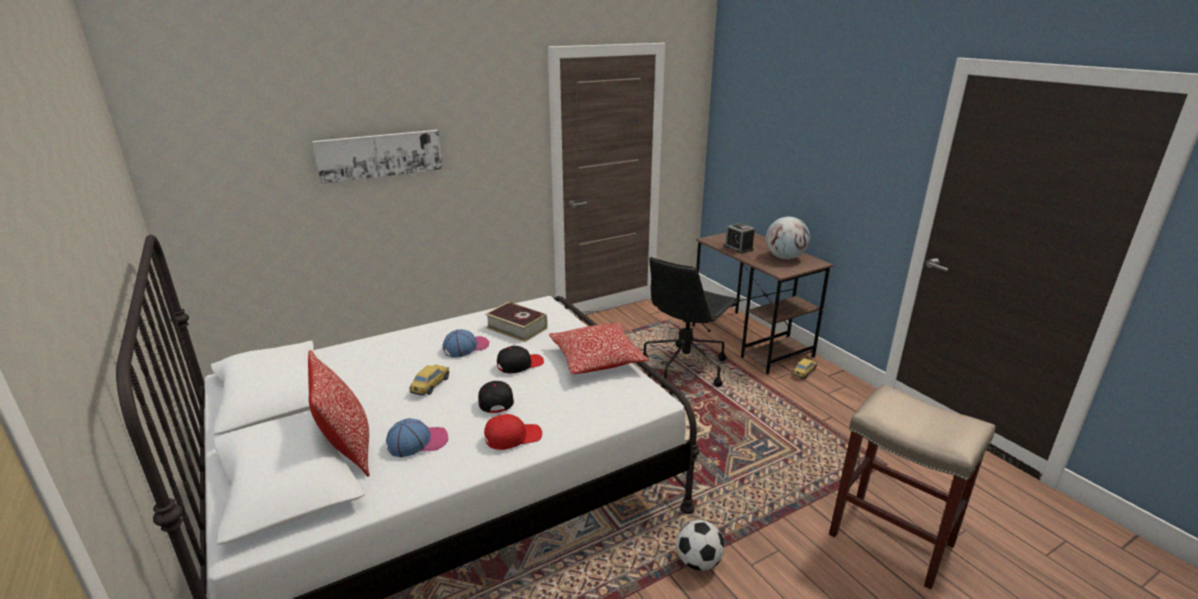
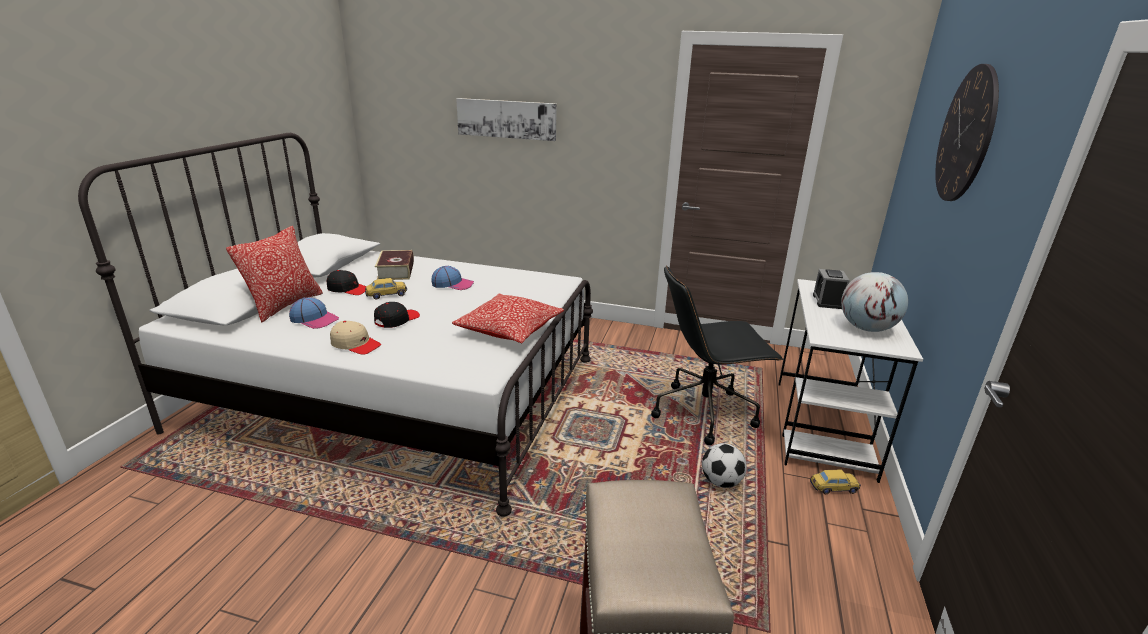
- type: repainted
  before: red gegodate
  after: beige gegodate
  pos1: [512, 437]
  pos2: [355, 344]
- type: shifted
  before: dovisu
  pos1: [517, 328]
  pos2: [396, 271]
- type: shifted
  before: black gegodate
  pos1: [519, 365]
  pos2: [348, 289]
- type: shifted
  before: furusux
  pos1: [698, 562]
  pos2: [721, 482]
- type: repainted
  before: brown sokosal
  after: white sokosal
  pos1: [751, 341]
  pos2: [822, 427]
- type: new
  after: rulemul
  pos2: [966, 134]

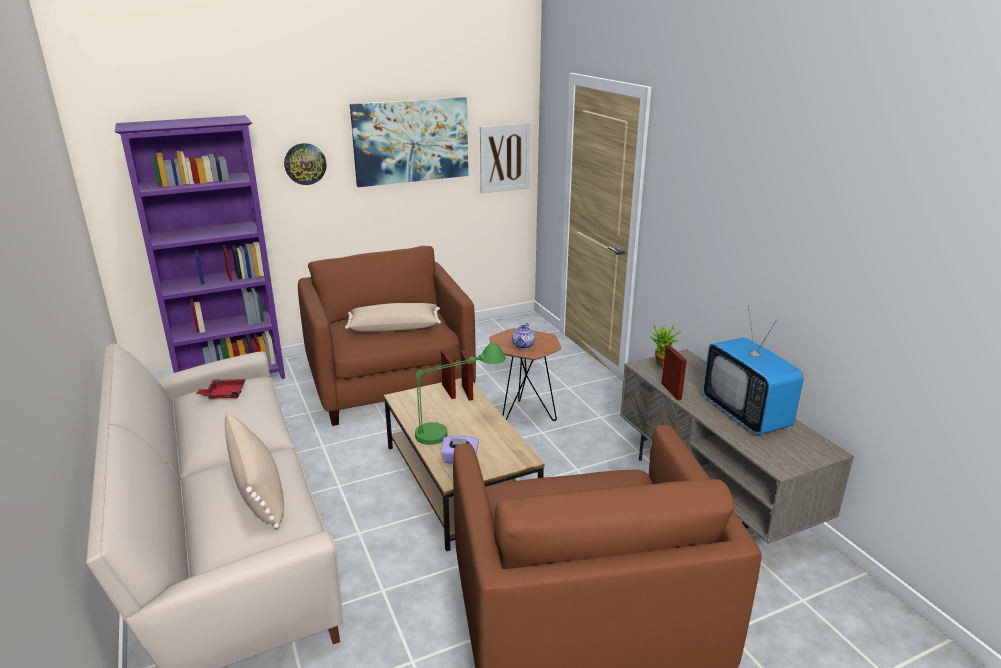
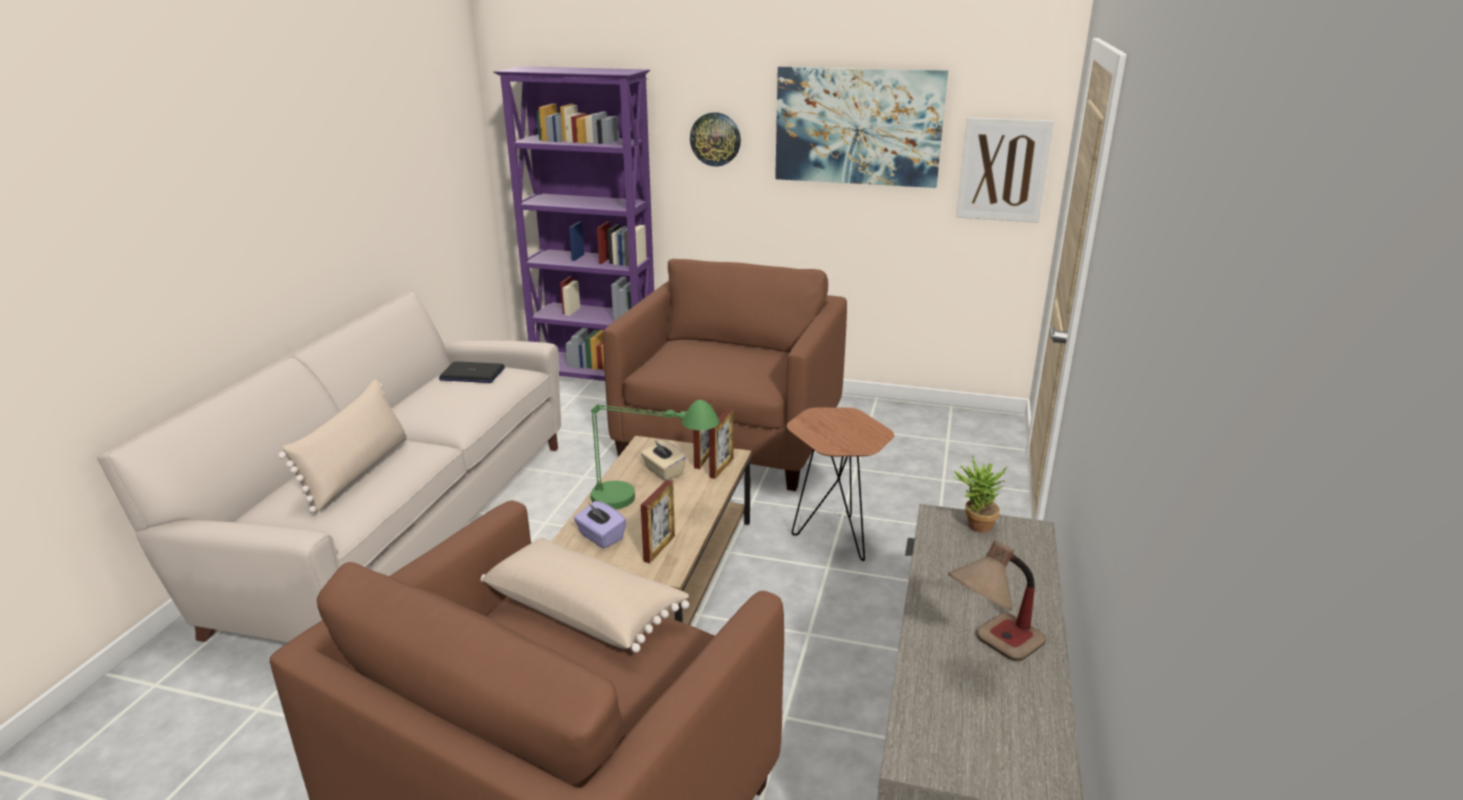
- type: swapped
  before: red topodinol
  after: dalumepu
  pos1: [224, 394]
  pos2: [472, 374]
- type: shifted
  before: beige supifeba
  pos1: [394, 327]
  pos2: [585, 609]
- type: gone
  before: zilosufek
  pos1: [524, 345]
- type: shifted
  before: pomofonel
  pos1: [671, 391]
  pos2: [659, 548]
- type: swapped
  before: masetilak
  after: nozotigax
  pos1: [745, 414]
  pos2: [991, 653]
- type: new
  after: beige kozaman
  pos2: [663, 471]

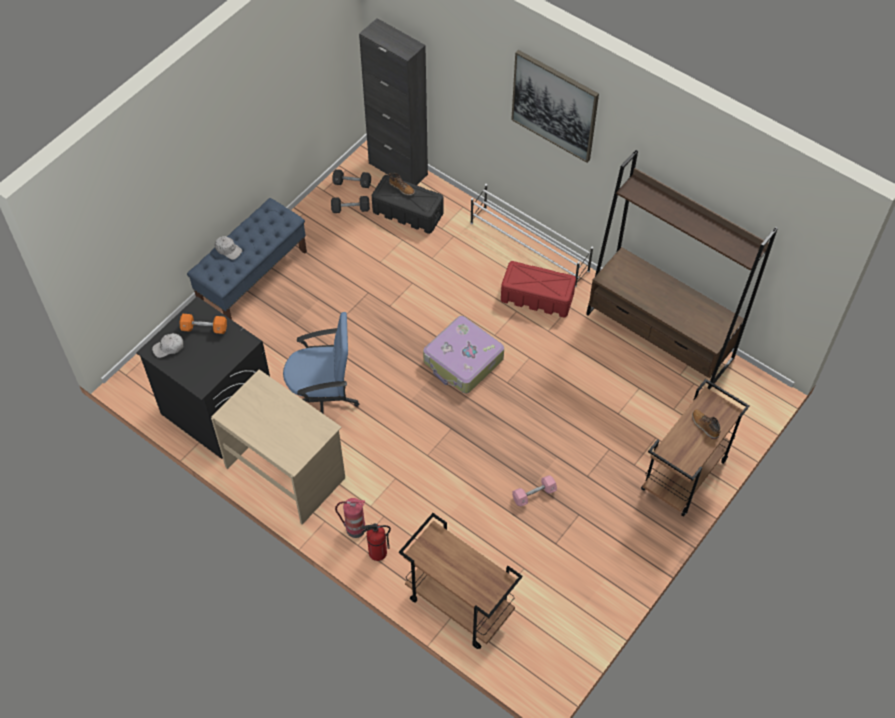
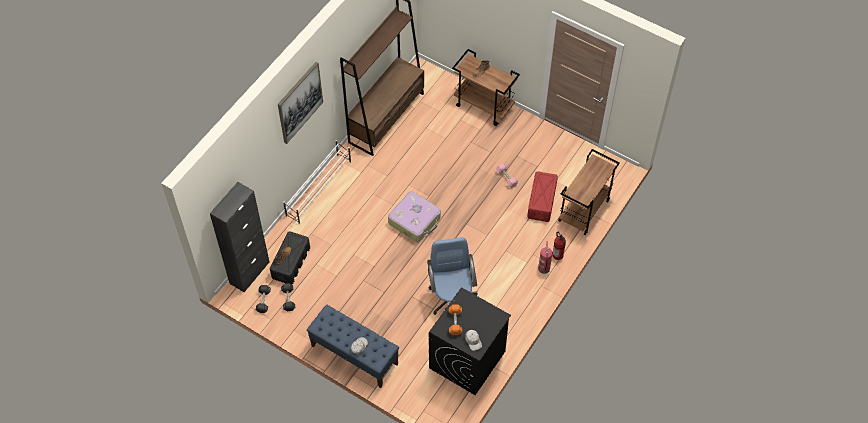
- type: gone
  before: beige sokosal
  pos1: [286, 472]
- type: shifted
  before: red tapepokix
  pos1: [536, 297]
  pos2: [541, 202]

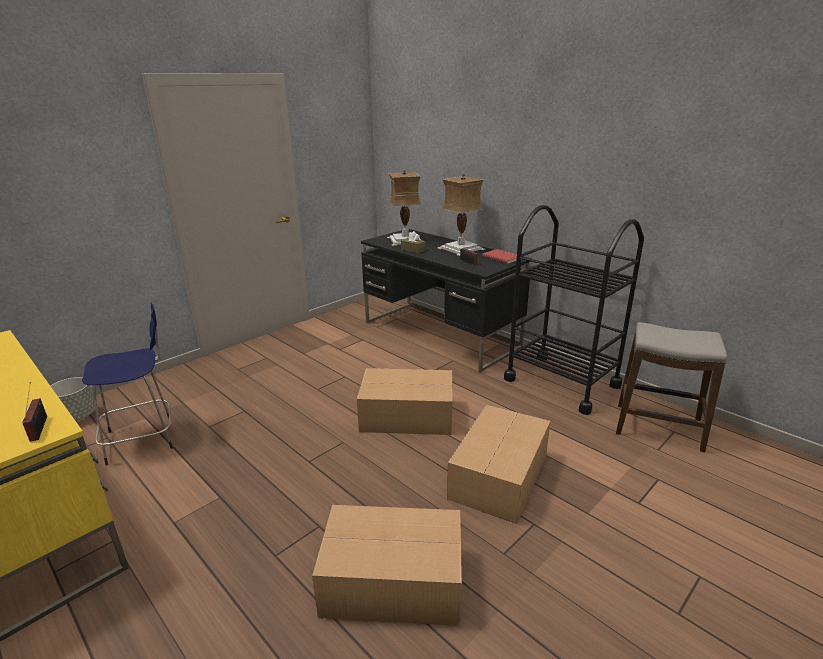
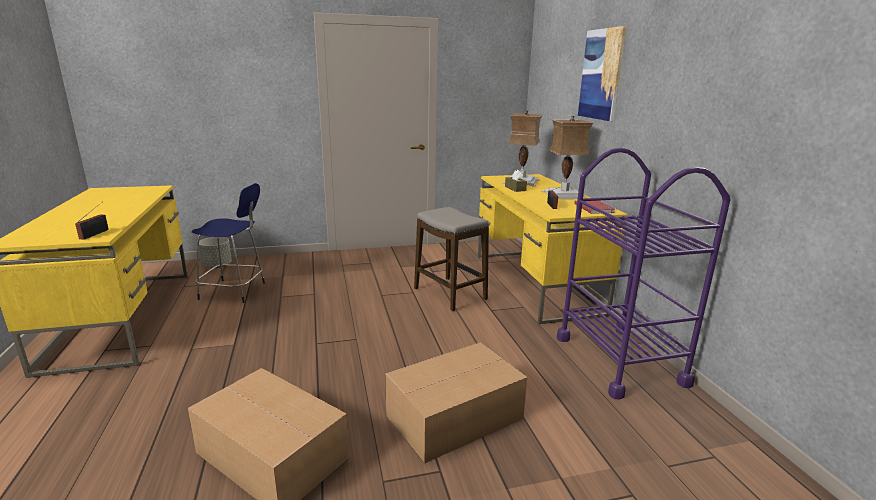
- type: gone
  before: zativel
  pos1: [408, 416]
- type: repainted
  before: black sokosal
  after: yellow sokosal
  pos1: [440, 335]
  pos2: [535, 283]
- type: repainted
  before: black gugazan
  after: purple gugazan
  pos1: [561, 382]
  pos2: [619, 360]
- type: shifted
  before: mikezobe
  pos1: [658, 428]
  pos2: [449, 294]
- type: new
  after: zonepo
  pos2: [601, 74]

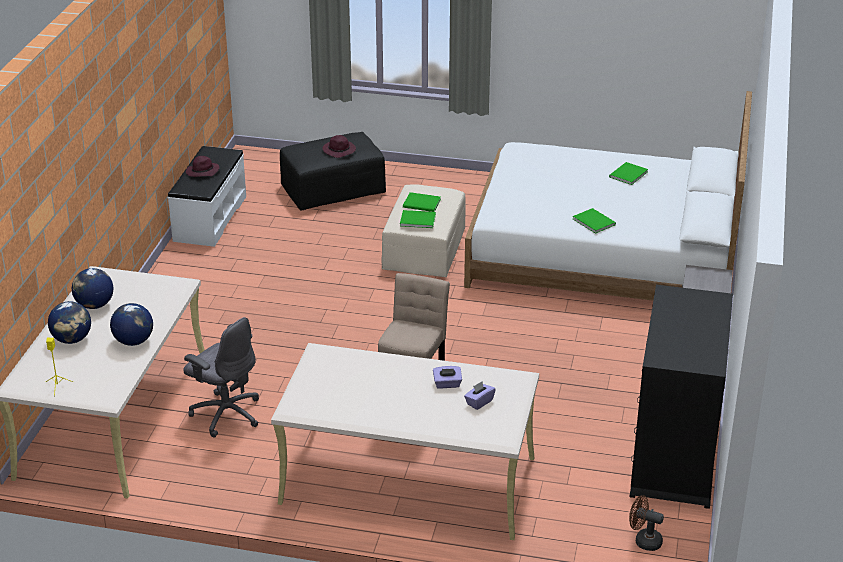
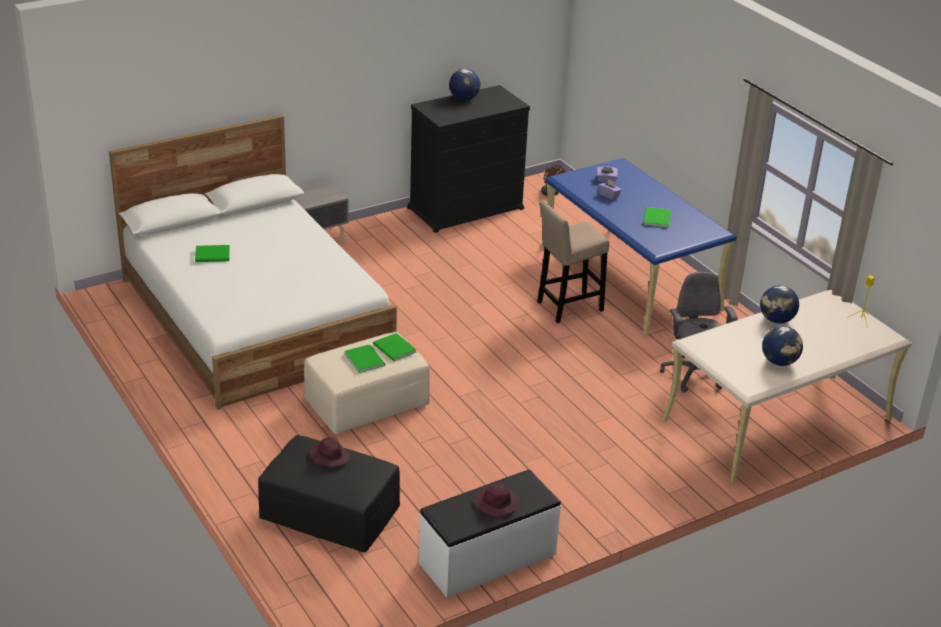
- type: shifted
  before: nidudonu
  pos1: [72, 339]
  pos2: [464, 99]
- type: repainted
  before: beige sokosal
  after: blue sokosal
  pos1: [407, 480]
  pos2: [630, 278]
- type: shifted
  before: green dovisu
  pos1: [594, 221]
  pos2: [655, 219]

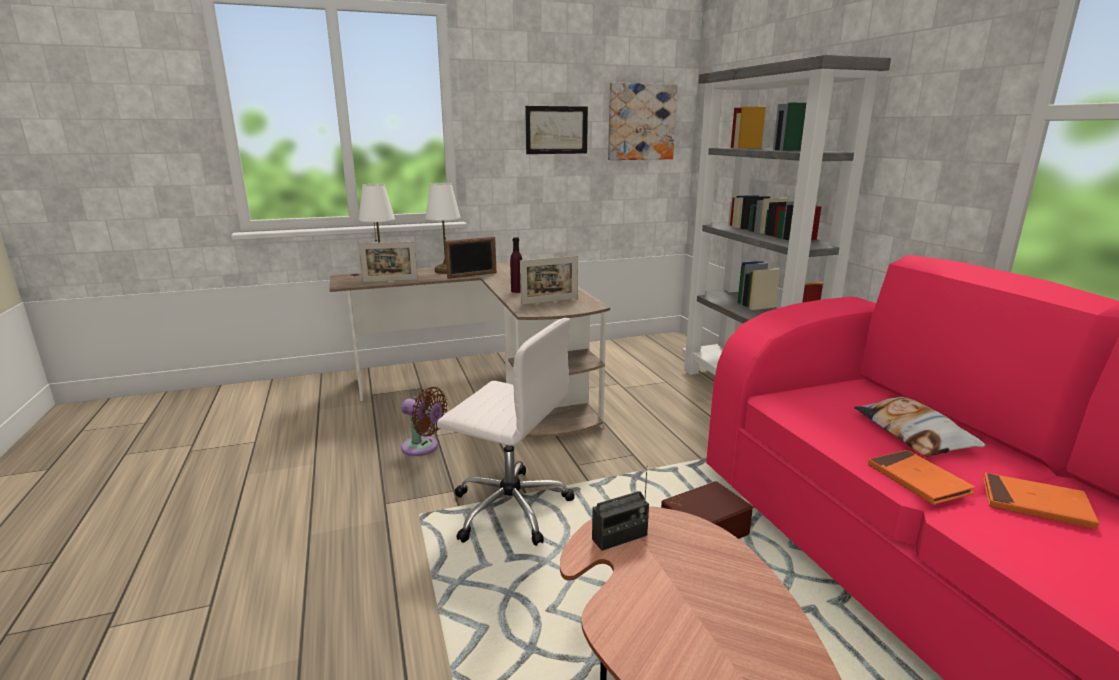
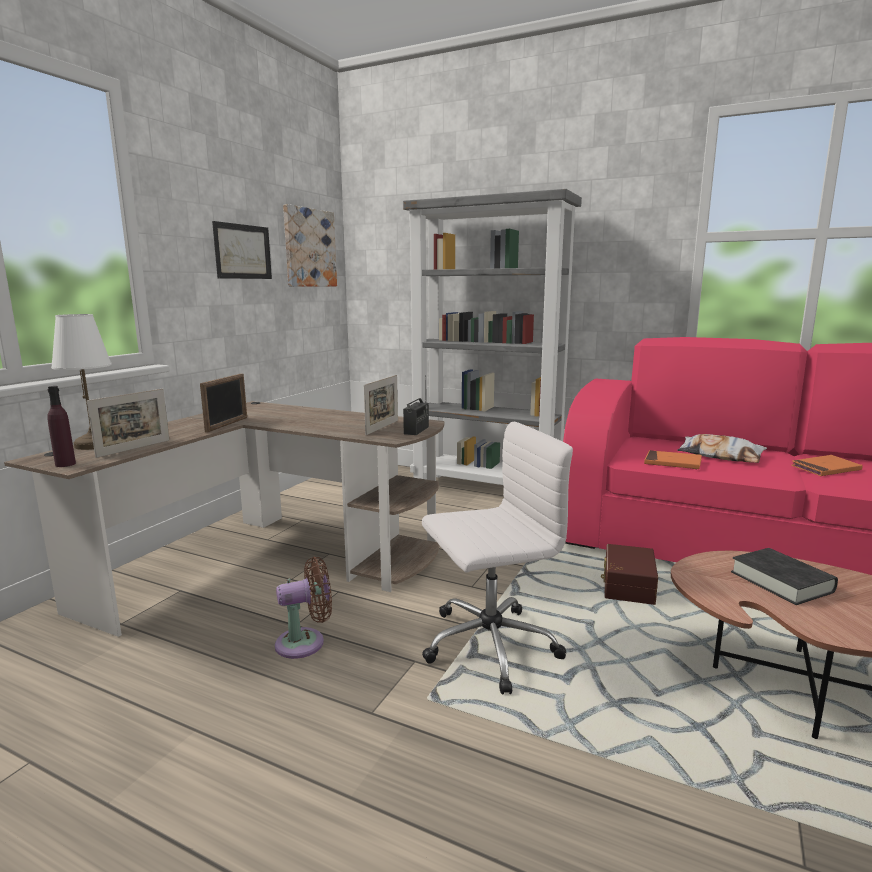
- type: gone
  before: white nozotigax
  pos1: [445, 271]
- type: shifted
  before: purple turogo
  pos1: [517, 291]
  pos2: [65, 464]
- type: shifted
  before: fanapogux
  pos1: [619, 537]
  pos2: [416, 430]
- type: shifted
  before: orange dovisu
  pos1: [918, 480]
  pos2: [672, 463]
- type: new
  after: black dovisu
  pos2: [781, 582]

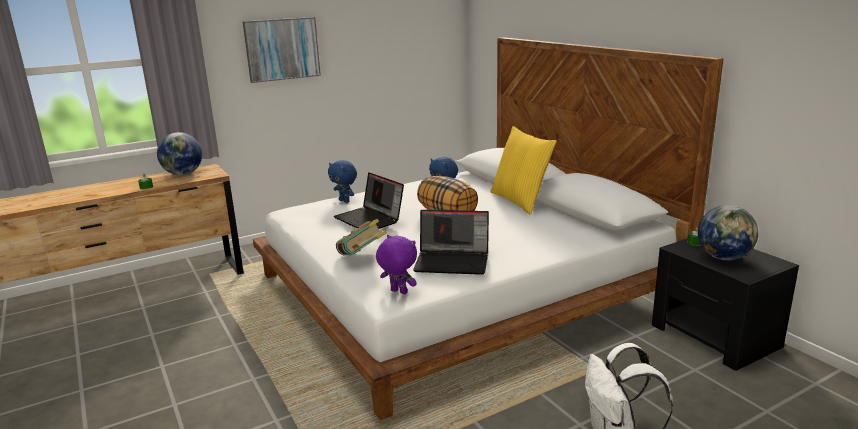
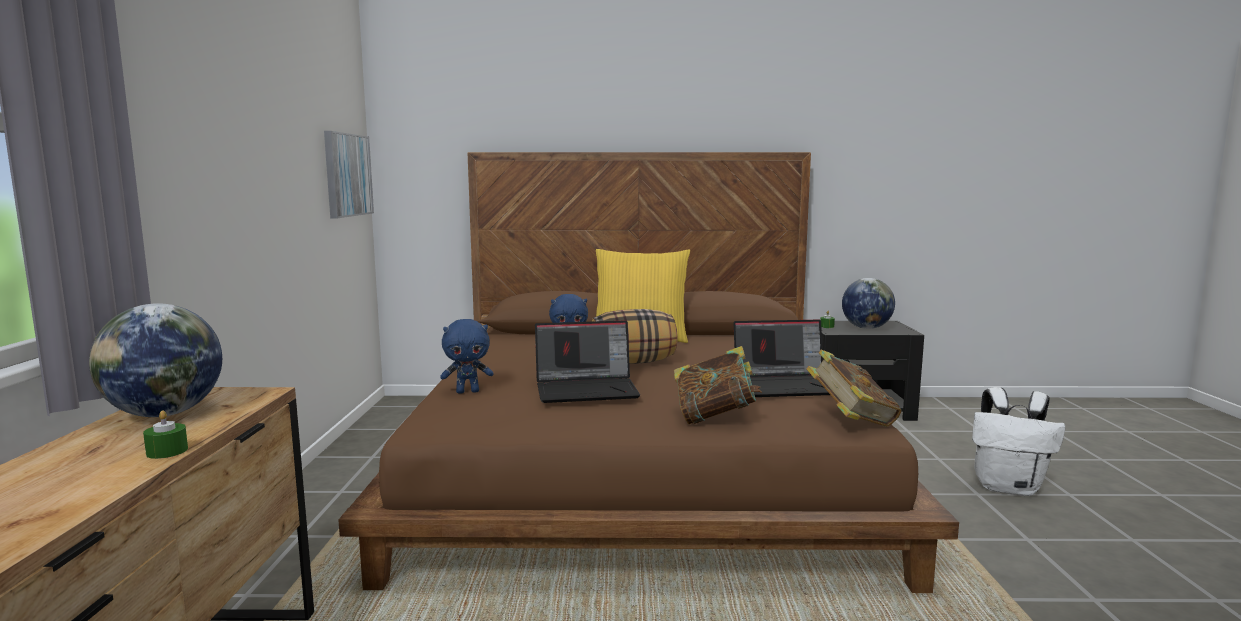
- type: shifted
  before: zonepo
  pos1: [282, 49]
  pos2: [347, 175]
- type: repainted
  before: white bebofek
  after: brown bebofek
  pos1: [459, 288]
  pos2: [641, 467]
- type: swapped
  before: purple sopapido
  after: dovisu
  pos1: [398, 292]
  pos2: [851, 421]
- type: rotated
  before: dalumepu
  pos1: [453, 261]
  pos2: [787, 385]
  turn: 45

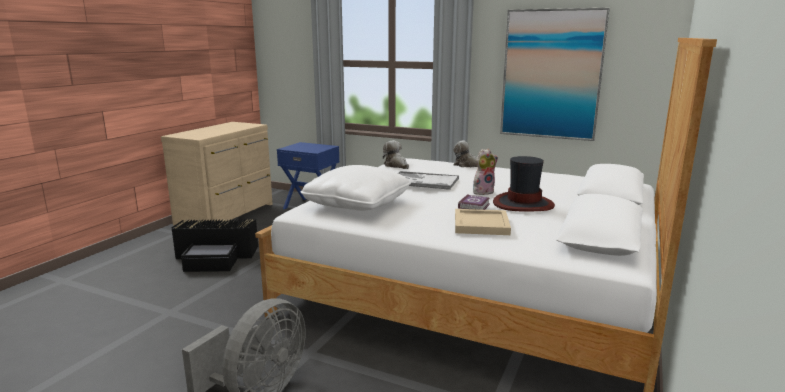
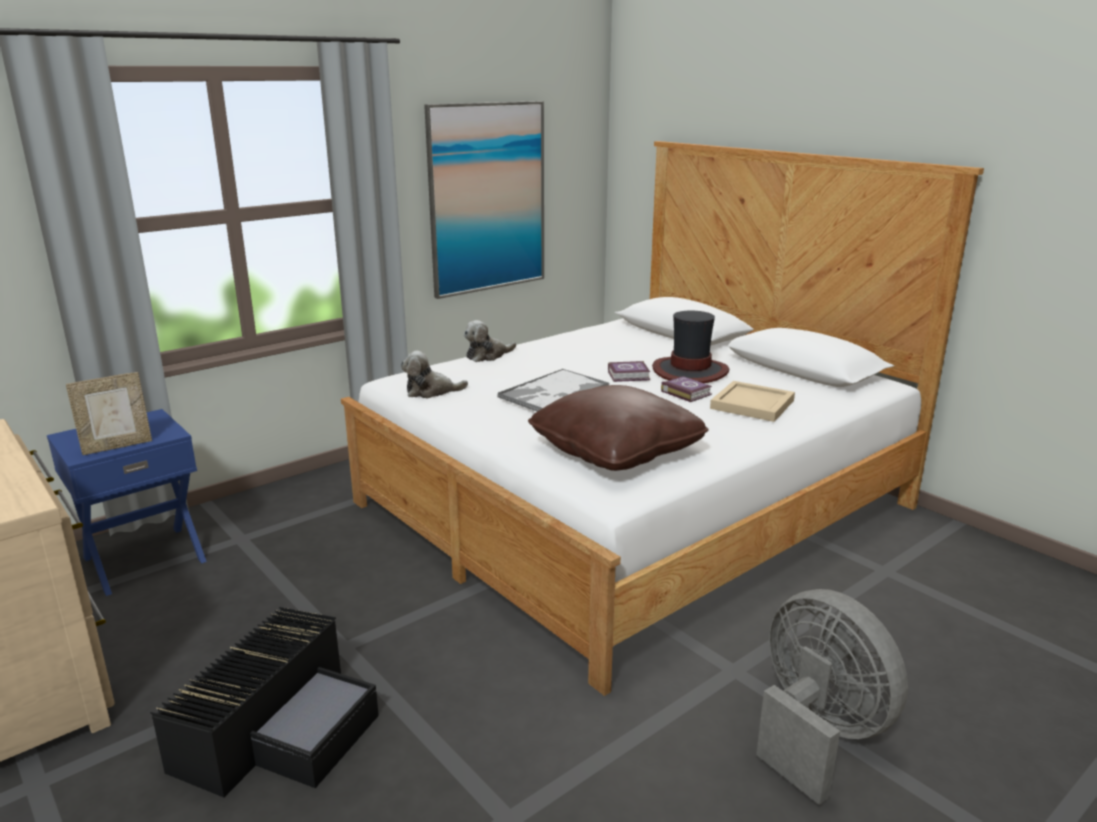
- type: repainted
  before: white supifeba
  after: brown supifeba
  pos1: [357, 204]
  pos2: [616, 451]
- type: swapped
  before: sopapido
  after: dovisu
  pos1: [483, 192]
  pos2: [629, 376]
- type: new
  after: pomofonel
  pos2: [117, 446]

